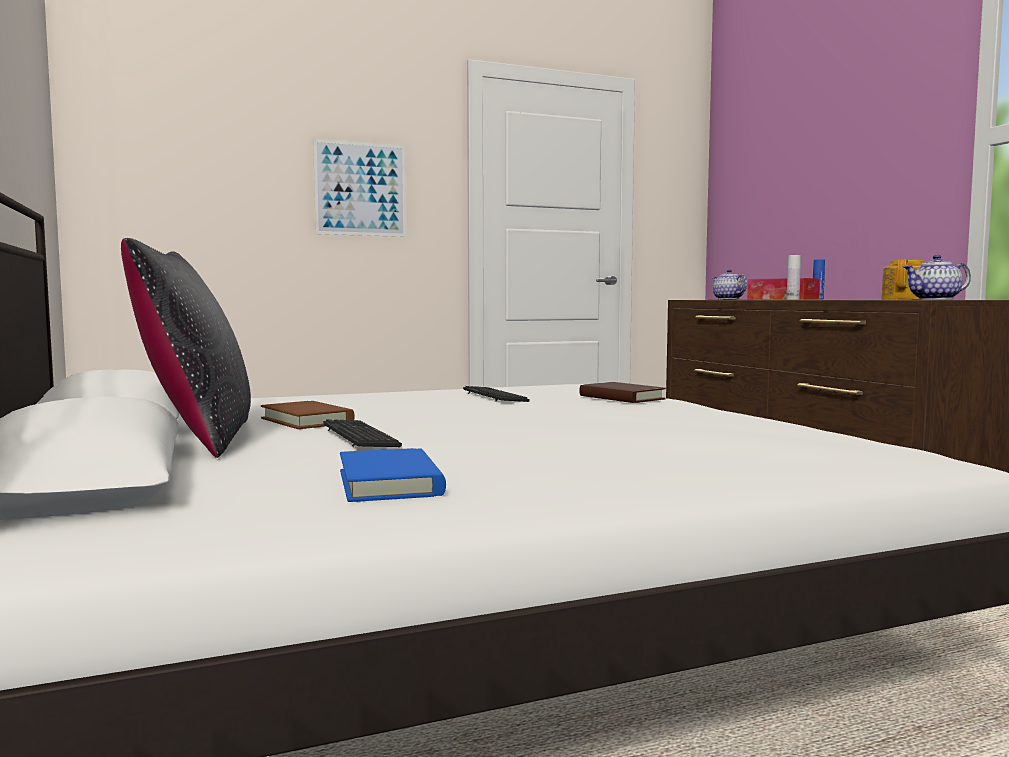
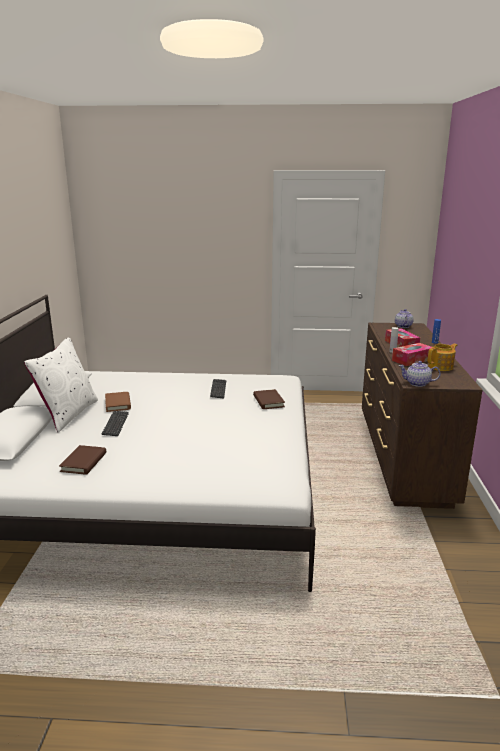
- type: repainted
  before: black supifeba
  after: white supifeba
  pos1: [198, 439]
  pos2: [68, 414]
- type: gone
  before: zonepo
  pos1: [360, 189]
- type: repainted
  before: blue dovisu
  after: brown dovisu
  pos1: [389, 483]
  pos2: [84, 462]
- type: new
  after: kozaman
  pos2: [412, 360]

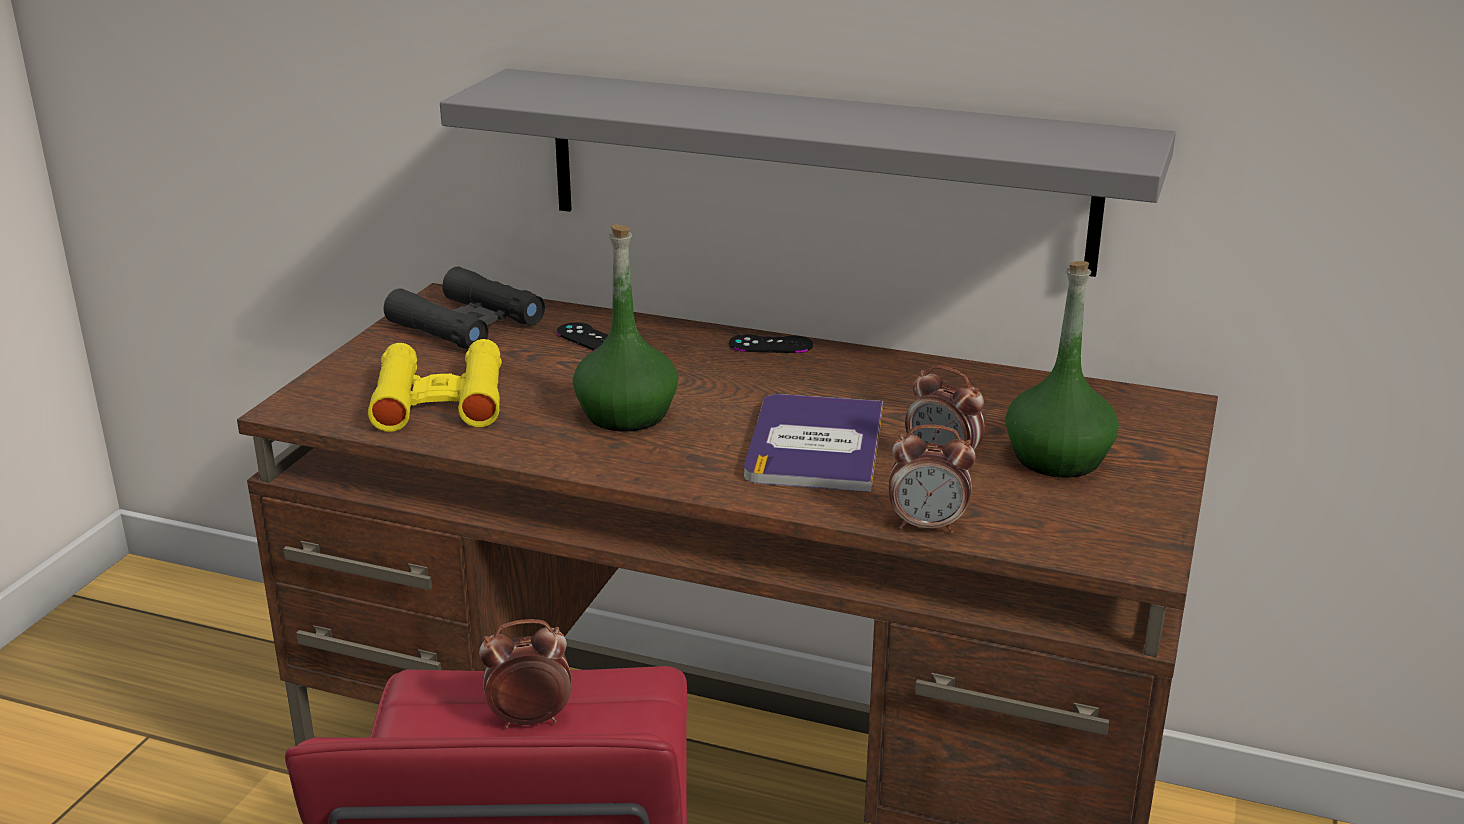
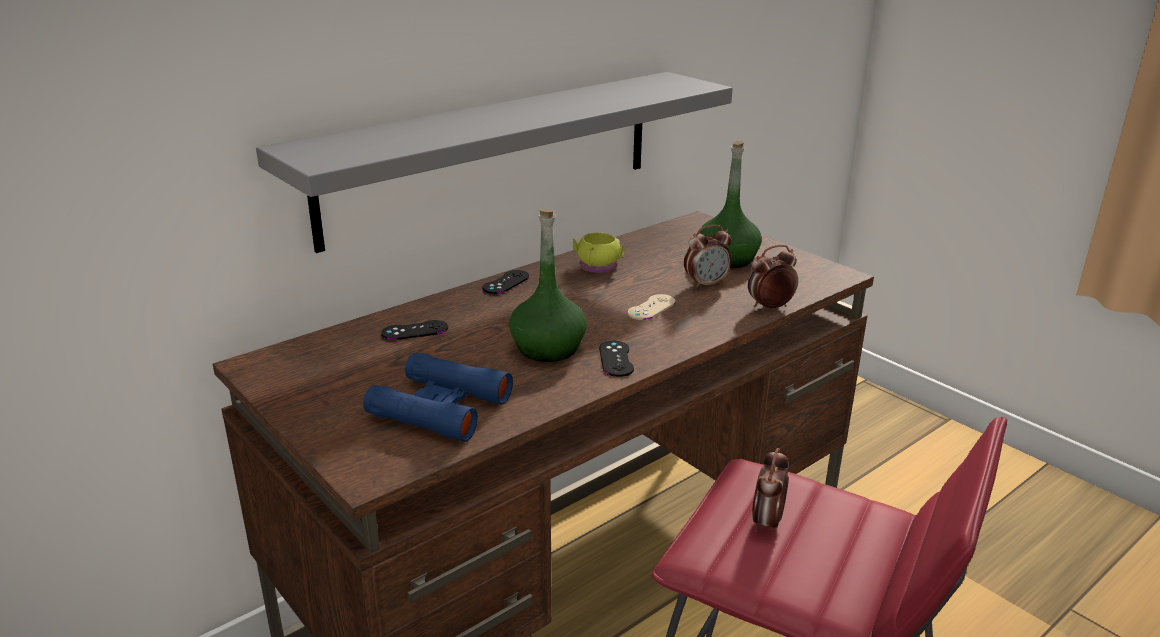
- type: repainted
  before: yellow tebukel
  after: blue tebukel
  pos1: [439, 400]
  pos2: [440, 407]
- type: gone
  before: black tebukel
  pos1: [466, 324]
- type: swapped
  before: dovisu
  after: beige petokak
  pos1: [815, 445]
  pos2: [651, 307]
- type: rotated
  before: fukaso
  pos1: [927, 525]
  pos2: [769, 307]
  turn: -150
- type: new
  after: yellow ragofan
  pos2: [597, 267]
- type: new
  after: black petokak
  pos2: [616, 359]

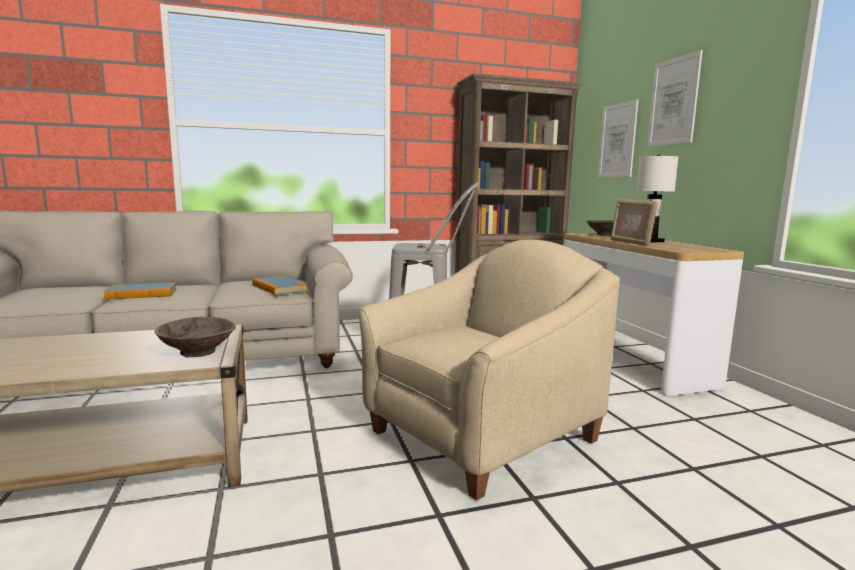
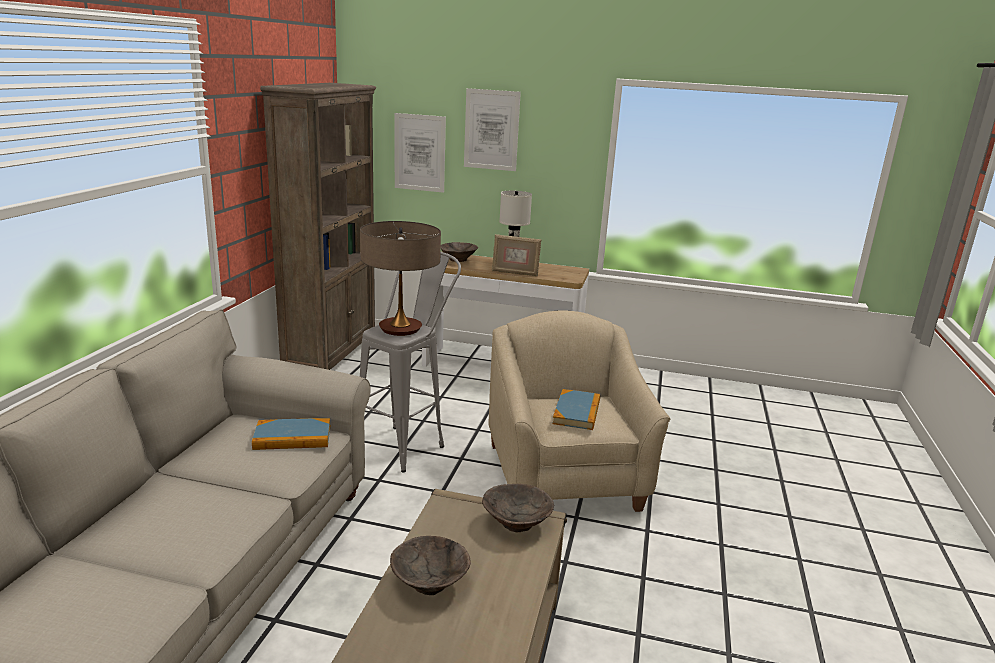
- type: shifted
  before: dovisu
  pos1: [142, 294]
  pos2: [577, 412]
- type: new
  after: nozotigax
  pos2: [400, 329]
- type: new
  after: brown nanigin
  pos2: [430, 583]

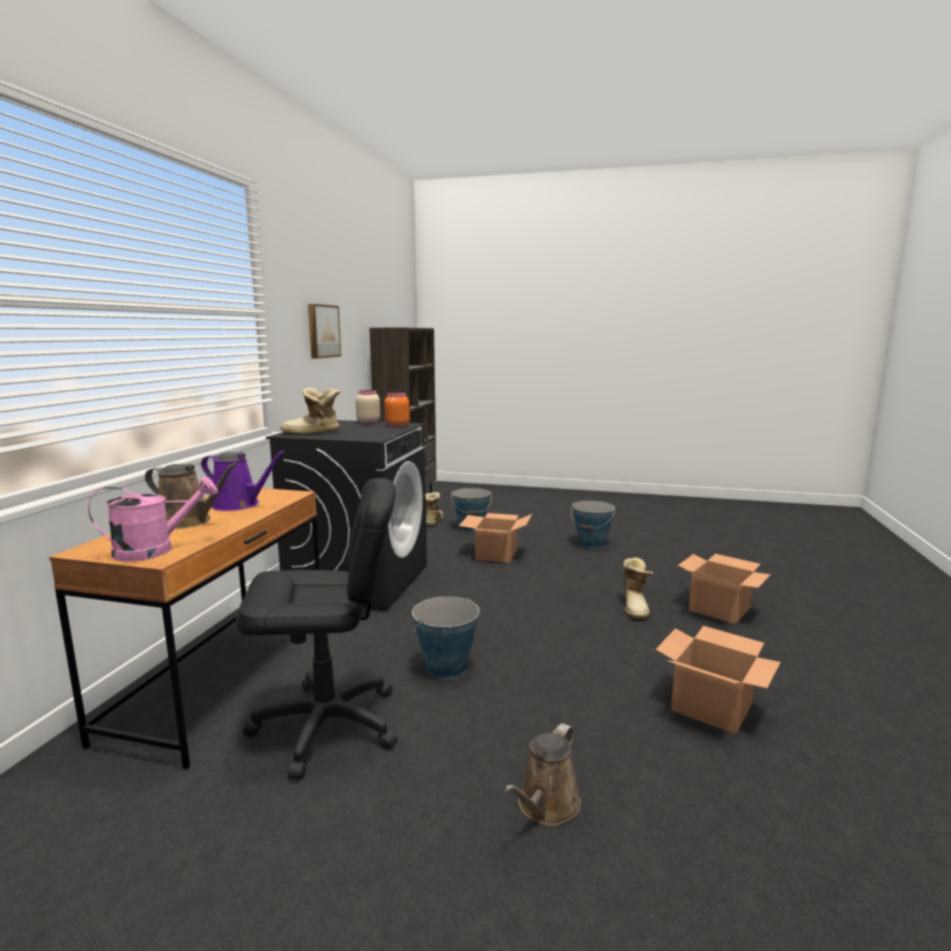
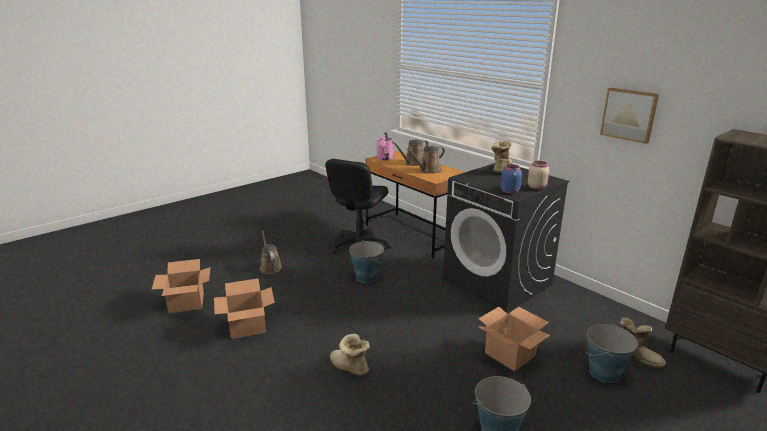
- type: repainted
  before: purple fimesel
  after: brown fimesel
  pos1: [239, 505]
  pos2: [428, 170]
- type: repainted
  before: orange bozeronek
  after: blue bozeronek
  pos1: [396, 426]
  pos2: [510, 191]
- type: shifted
  before: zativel
  pos1: [718, 609]
  pos2: [187, 302]

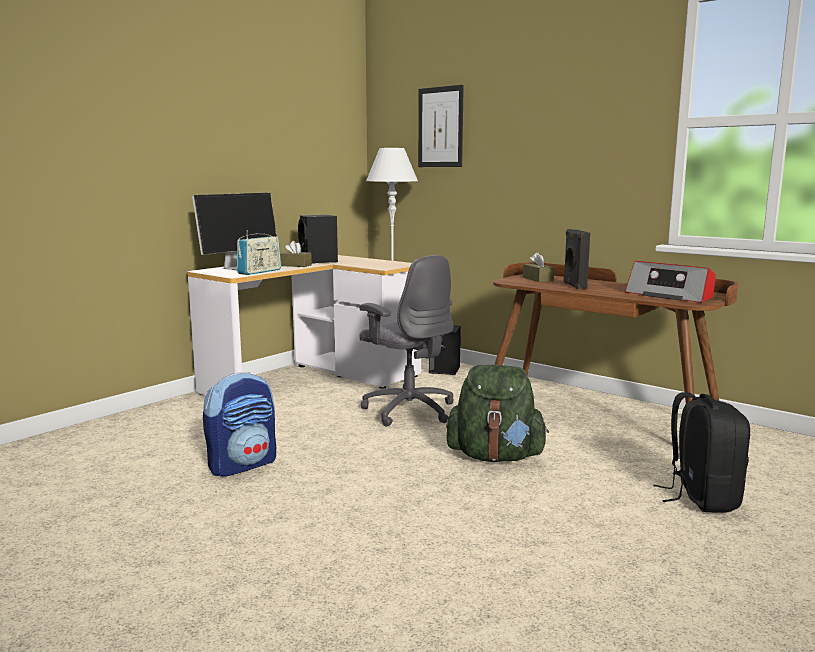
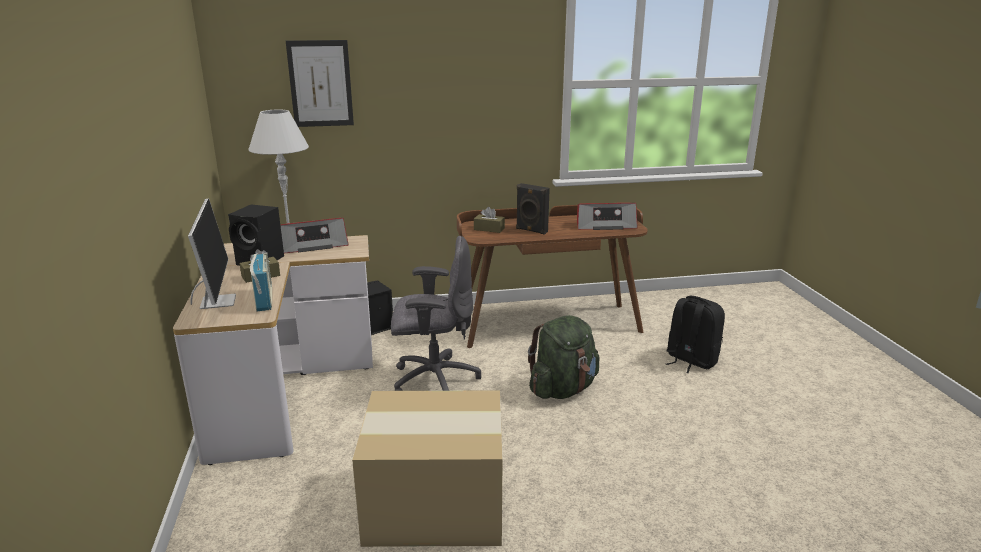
- type: swapped
  before: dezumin
  after: zativel
  pos1: [243, 465]
  pos2: [433, 503]
- type: new
  after: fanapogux
  pos2: [313, 245]

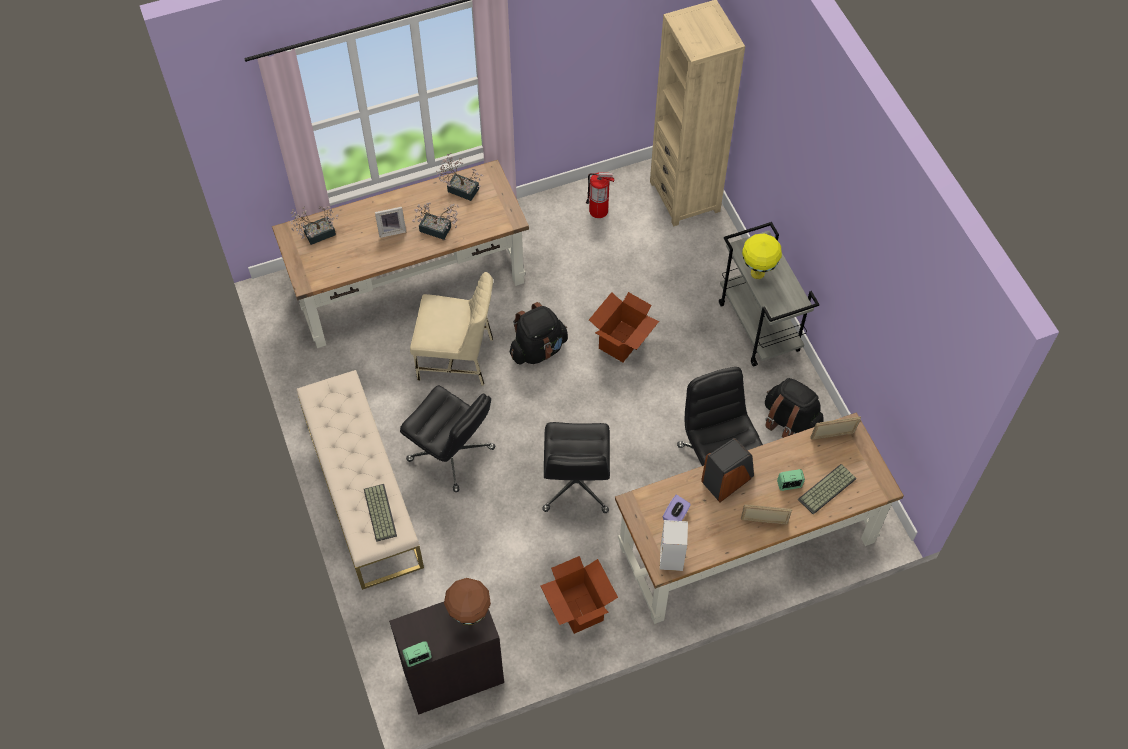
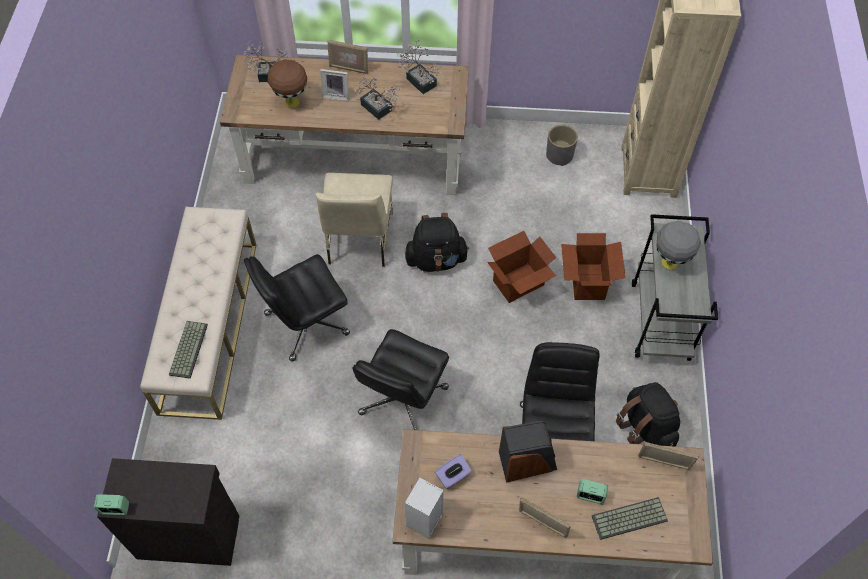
- type: rotated
  before: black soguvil
  pos1: [452, 454]
  pos2: [306, 324]
  turn: 90
- type: rotated
  before: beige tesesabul
  pos1: [457, 358]
  pos2: [359, 239]
  turn: 60
- type: shifted
  before: brown nozotigax
  pos1: [469, 616]
  pos2: [291, 102]
- type: shifted
  before: zativel
  pos1: [578, 608]
  pos2: [587, 282]
- type: swapped
  before: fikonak
  after: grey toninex
  pos1: [599, 211]
  pos2: [559, 155]
- type: repainted
  before: yellow nozotigax
  after: grey nozotigax
  pos1: [758, 272]
  pos2: [670, 263]
- type: new
  after: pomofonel
  pos2: [349, 68]

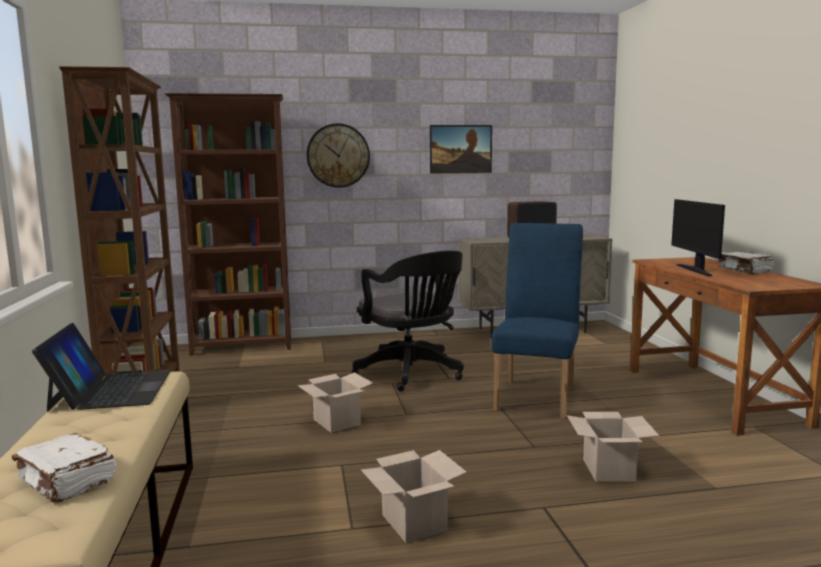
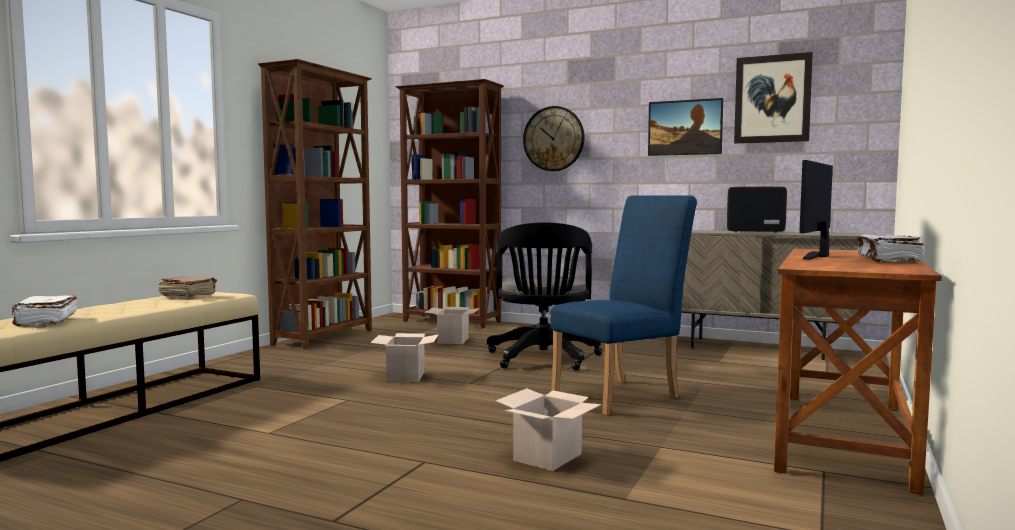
- type: swapped
  before: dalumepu
  after: brown dovisu
  pos1: [110, 390]
  pos2: [187, 296]
- type: shifted
  before: zativel
  pos1: [412, 522]
  pos2: [452, 340]
- type: new
  after: zonepo
  pos2: [772, 99]

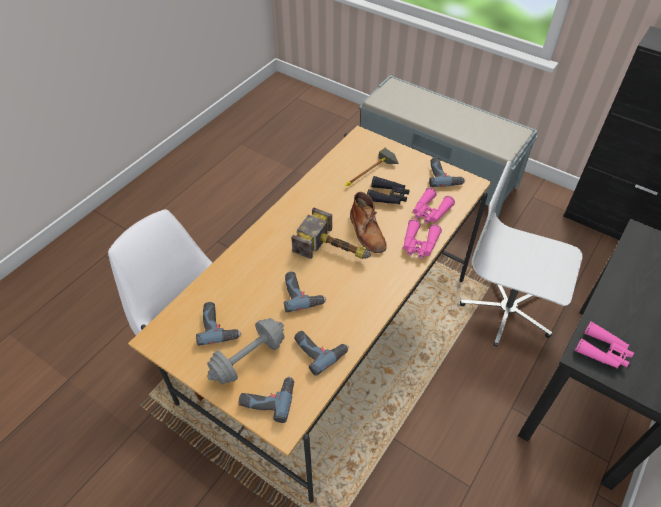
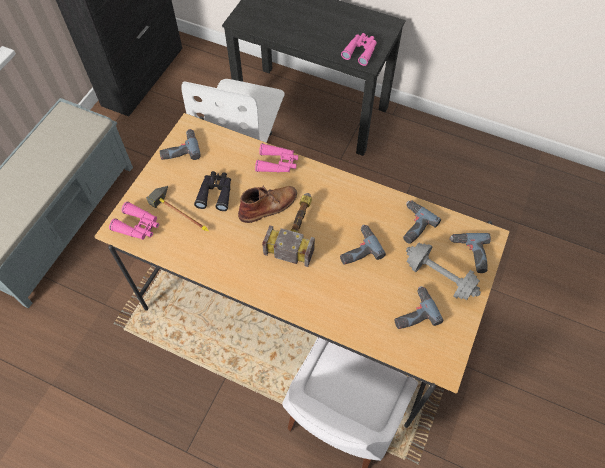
- type: shifted
  before: pink tebukel
  pos1: [430, 212]
  pos2: [138, 226]

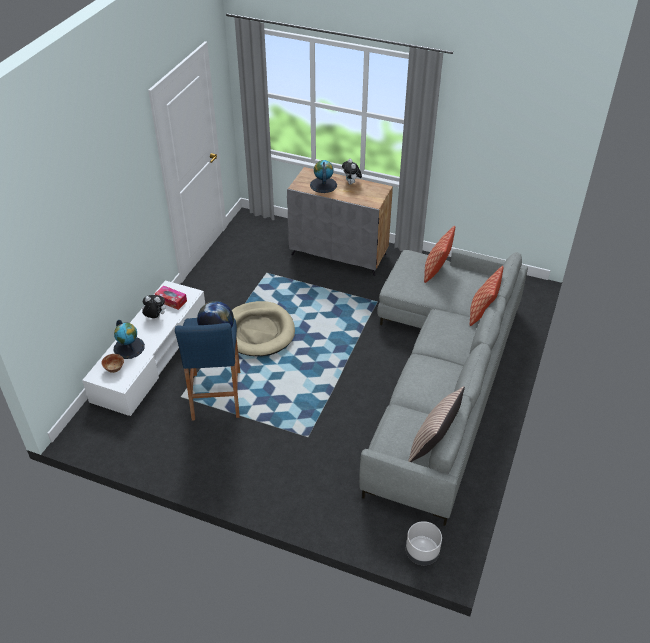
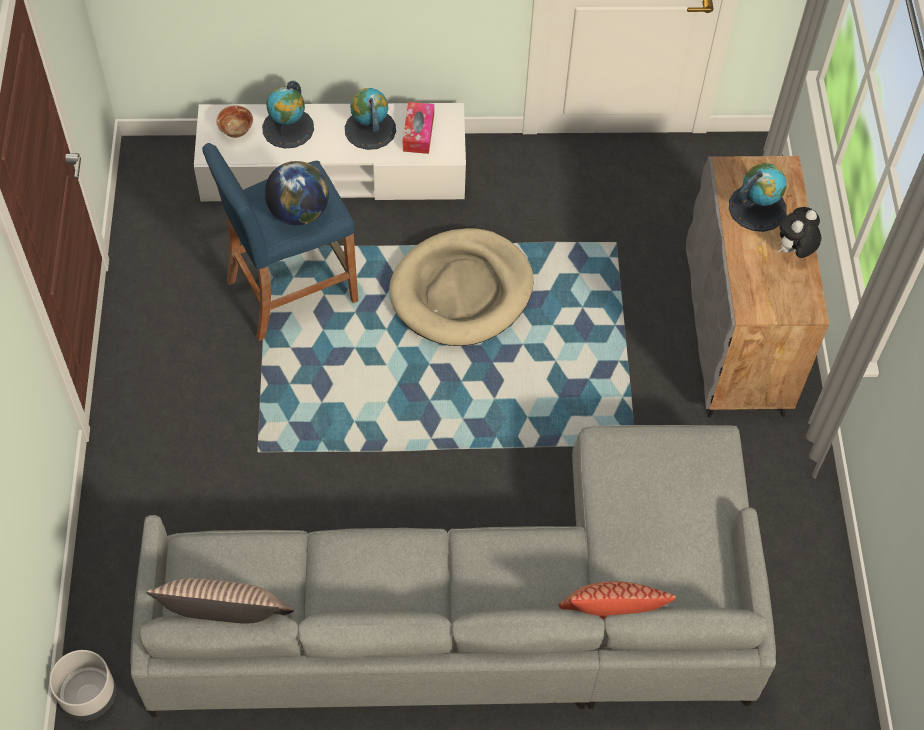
- type: swapped
  before: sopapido
  after: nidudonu
  pos1: [155, 317]
  pos2: [370, 129]
- type: gone
  before: supifeba
  pos1: [436, 271]

